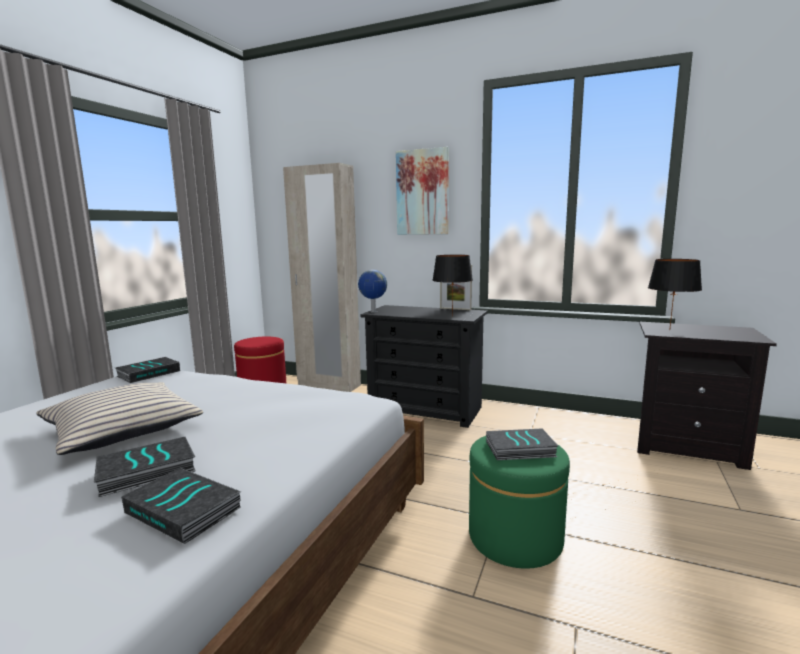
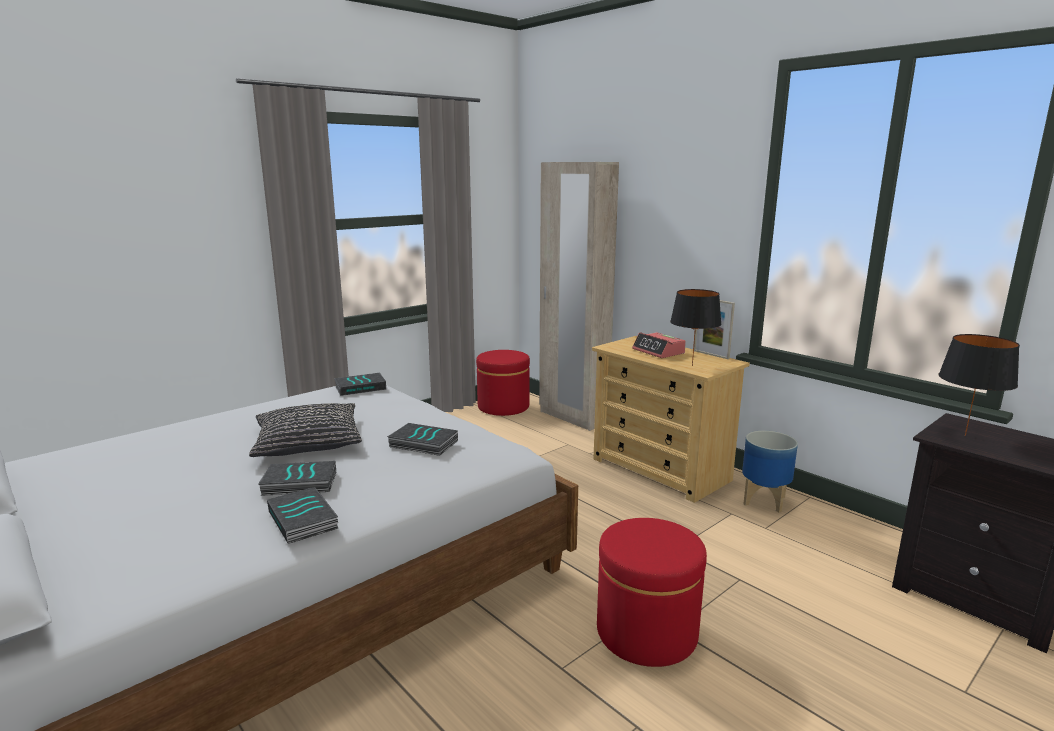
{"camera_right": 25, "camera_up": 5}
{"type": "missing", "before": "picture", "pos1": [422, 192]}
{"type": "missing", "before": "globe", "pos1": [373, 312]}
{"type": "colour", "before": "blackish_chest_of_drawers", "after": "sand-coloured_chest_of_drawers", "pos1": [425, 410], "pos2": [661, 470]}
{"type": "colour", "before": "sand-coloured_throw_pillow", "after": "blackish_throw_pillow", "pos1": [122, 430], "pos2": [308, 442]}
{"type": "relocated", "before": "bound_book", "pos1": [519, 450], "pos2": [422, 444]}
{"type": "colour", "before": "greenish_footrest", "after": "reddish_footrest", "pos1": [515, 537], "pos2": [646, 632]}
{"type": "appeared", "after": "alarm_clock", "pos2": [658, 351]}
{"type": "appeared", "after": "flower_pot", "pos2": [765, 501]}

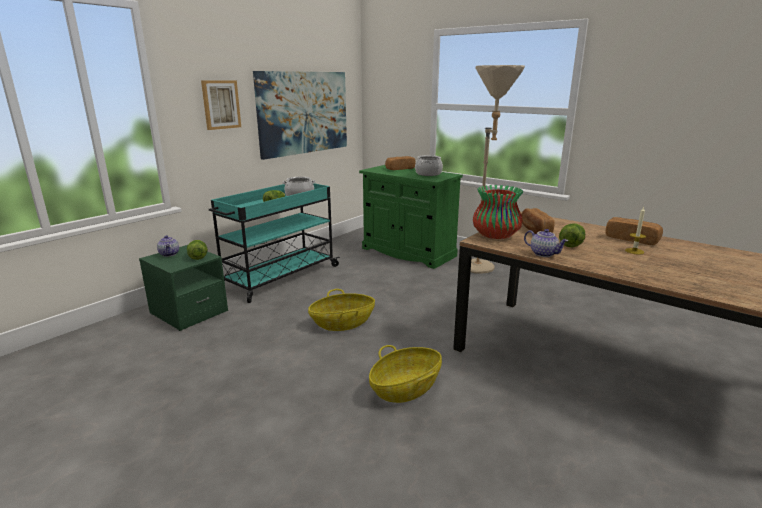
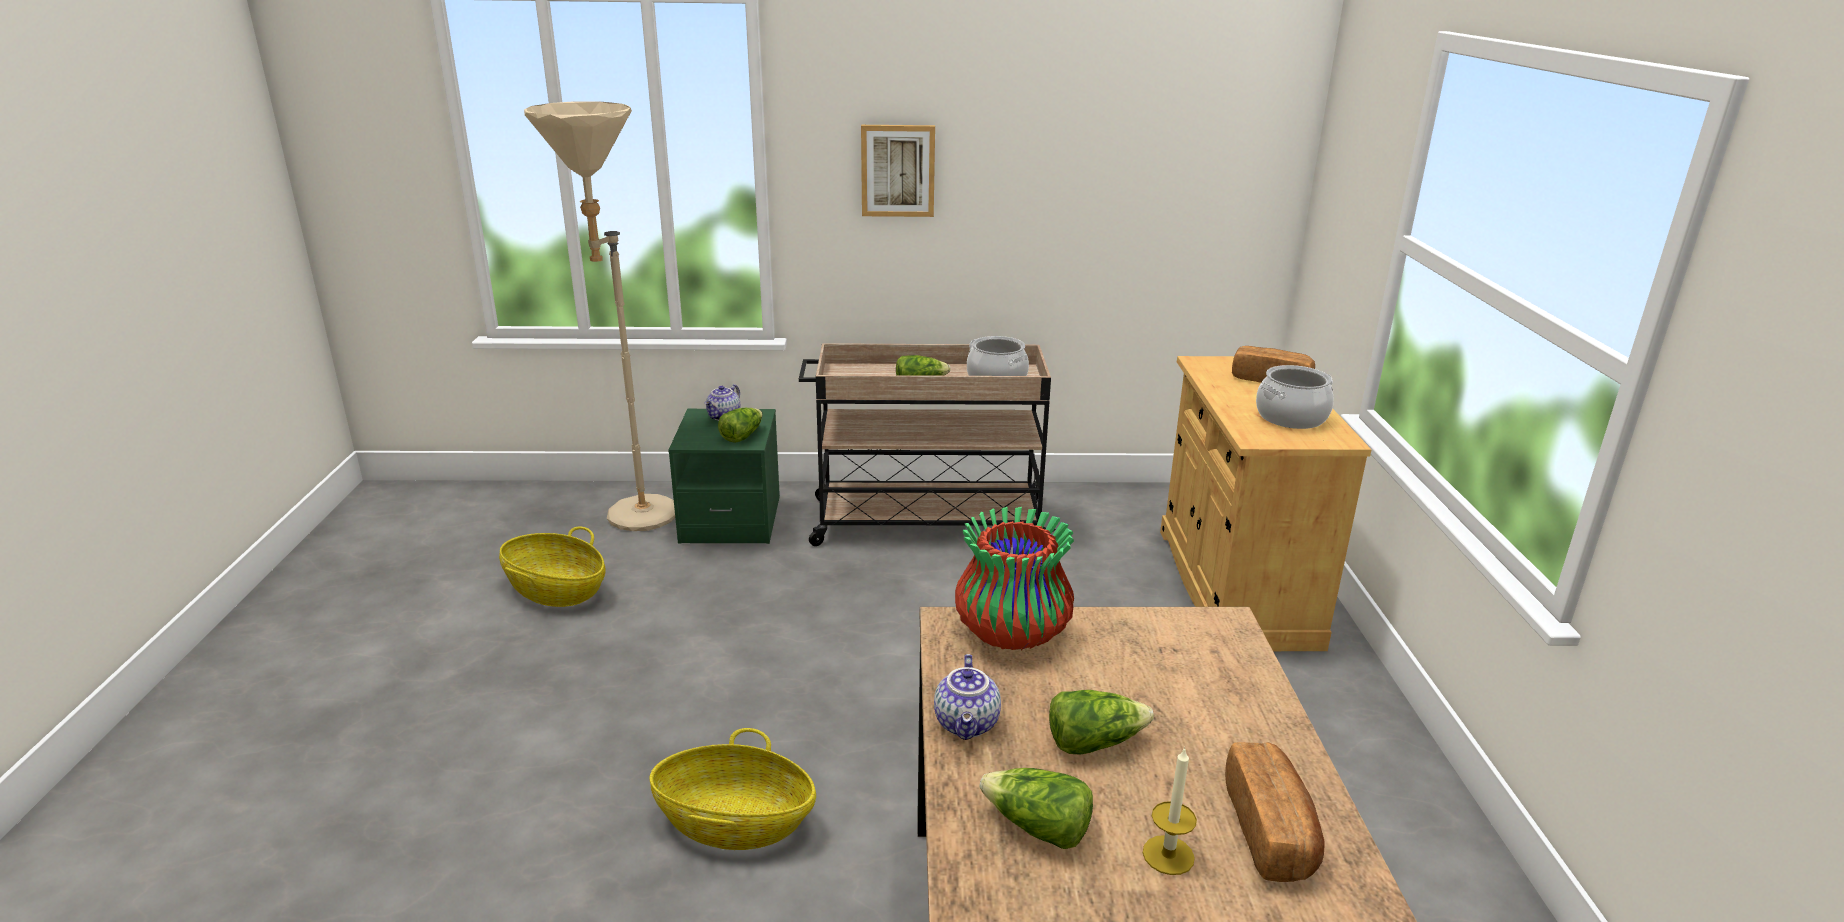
{"camera_right": 50, "camera_up": 5}
{"type": "relocated", "before": "sand-coloured_standard_lamp", "pos1": [481, 270], "pos2": [632, 521]}
{"type": "missing", "before": "picture", "pos1": [304, 113]}
{"type": "colour", "before": "greenish_cabinet", "after": "sand-coloured_cabinet", "pos1": [408, 252], "pos2": [1235, 586]}
{"type": "colour", "before": "blue-green_wheeled_cart", "after": "sand-coloured_wheeled_cart", "pos1": [279, 277], "pos2": [925, 522]}
{"type": "missing", "before": "bakery_bread", "pos1": [534, 230]}
{"type": "relocated", "before": "basket", "pos1": [342, 323], "pos2": [556, 590]}
{"type": "appeared", "after": "head_of_lettuce", "pos2": [1037, 828]}

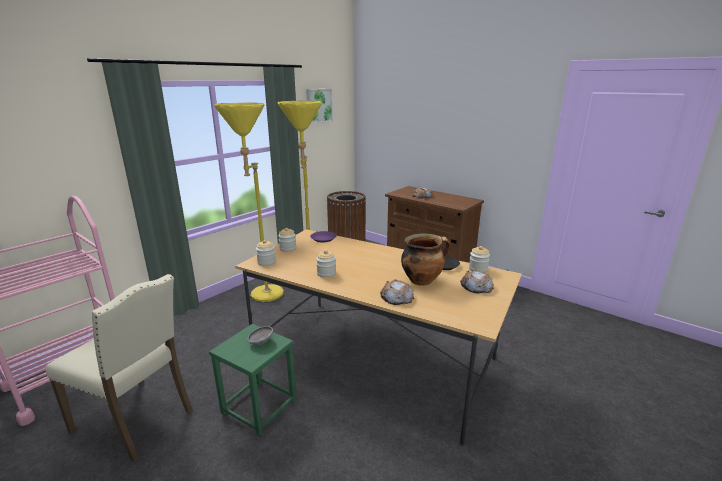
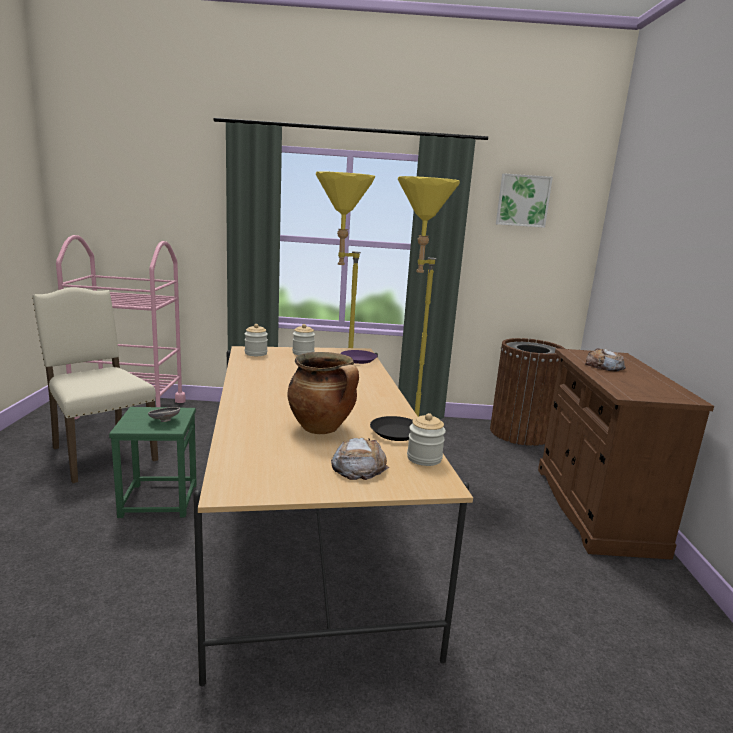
{"camera_right": 50, "camera_up": -5}
{"type": "missing", "before": "storage_jar", "pos1": [326, 273]}
{"type": "spun", "before": "sand-coloured_plain_chair", "pos1": [137, 419], "pos2": [100, 453], "turn": 150}
{"type": "missing", "before": "bakery_bread", "pos1": [396, 297]}

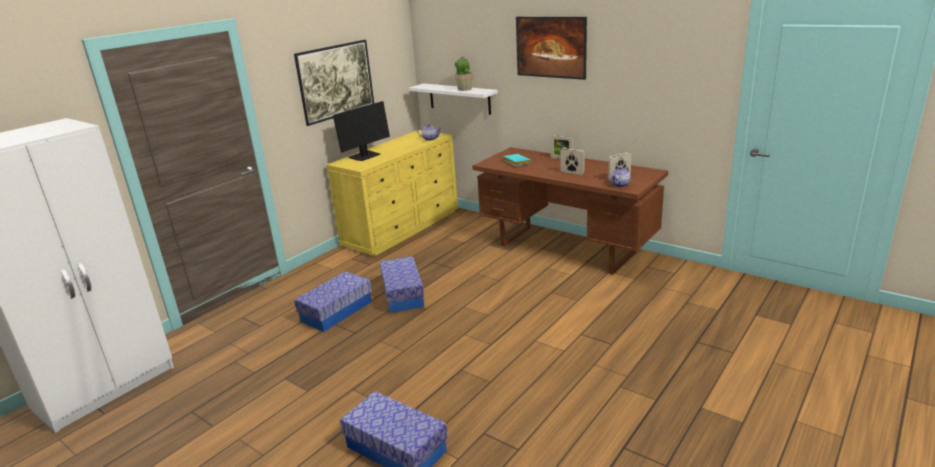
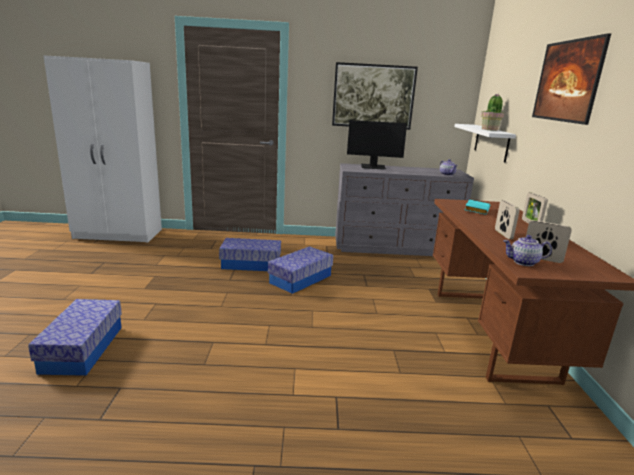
{"camera_right": 50, "camera_up": -5}
{"type": "colour", "before": "yellowish_chest_of_drawers", "after": "greyish_chest_of_drawers", "pos1": [402, 228], "pos2": [395, 247]}

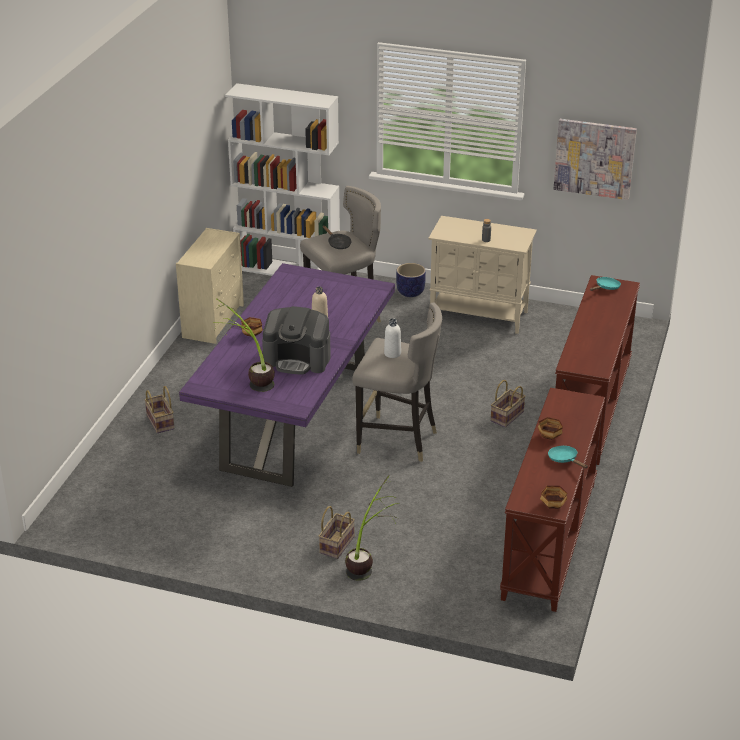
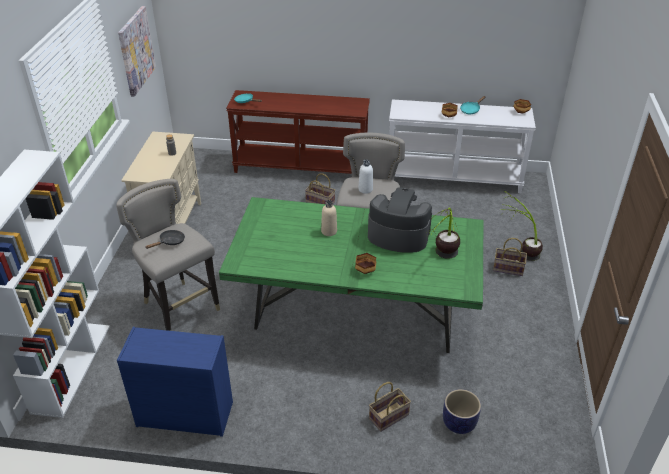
{"camera_right": -100, "camera_up": 5}
{"type": "colour", "before": "sand-coloured_chest_of_drawers", "after": "bluish_chest_of_drawers", "pos1": [213, 321], "pos2": [183, 414]}
{"type": "colour", "before": "purplish_dinner_table", "after": "greenish_dinner_table", "pos1": [295, 418], "pos2": [354, 316]}
{"type": "relocated", "before": "flower_pot", "pos1": [410, 292], "pos2": [459, 423]}
{"type": "spun", "before": "coffee_brewer", "pos1": [297, 359], "pos2": [398, 235], "turn": -75}
{"type": "colour", "before": "brown_console_table", "after": "white-coloured_console_table", "pos1": [550, 540], "pos2": [453, 177]}

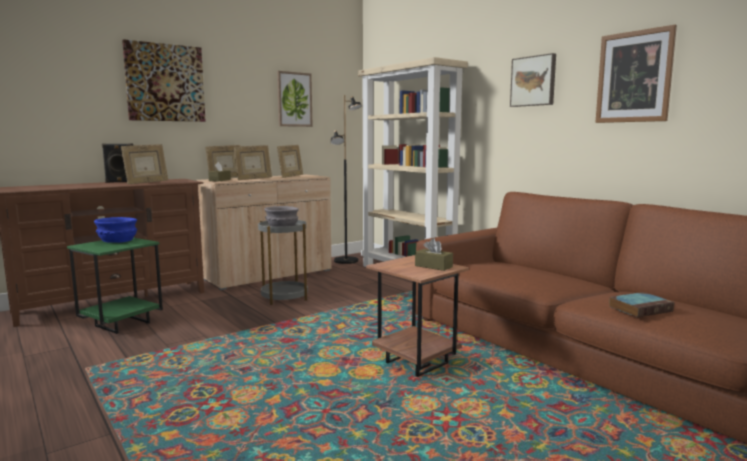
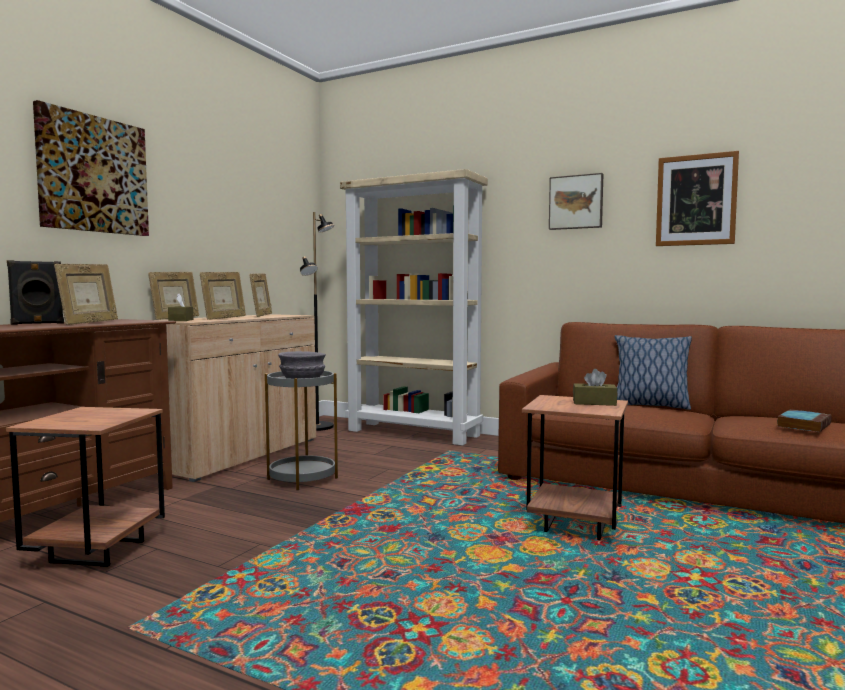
{"camera_right": -25, "camera_up": -5}
{"type": "missing", "before": "picture", "pos1": [294, 99]}
{"type": "missing", "before": "bluish_deep_dish", "pos1": [117, 240]}
{"type": "colour", "before": "greenish_side_table", "after": "brown_side_table", "pos1": [121, 324], "pos2": [95, 552]}
{"type": "appeared", "after": "throw_pillow", "pos2": [650, 406]}

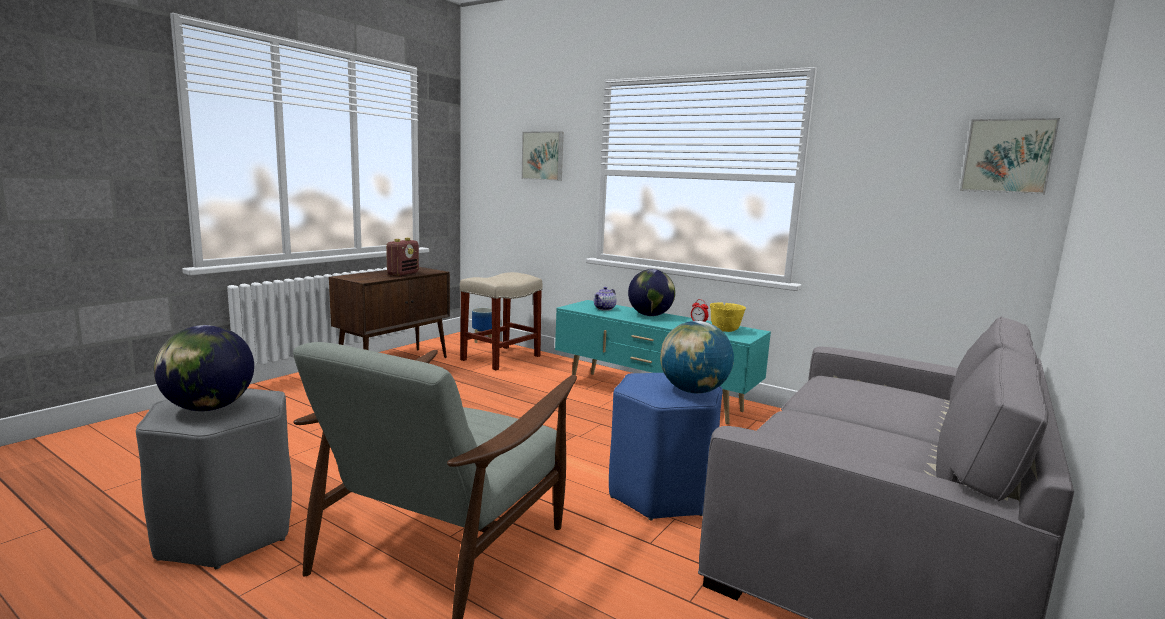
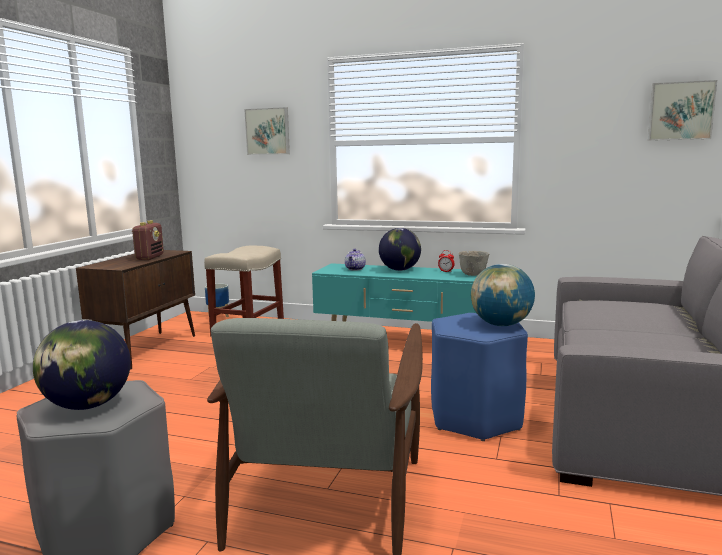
{"camera_right": -15, "camera_up": 0}
{"type": "colour", "before": "yellowish_deep_dish", "after": "greyish_deep_dish", "pos1": [725, 330], "pos2": [473, 274]}

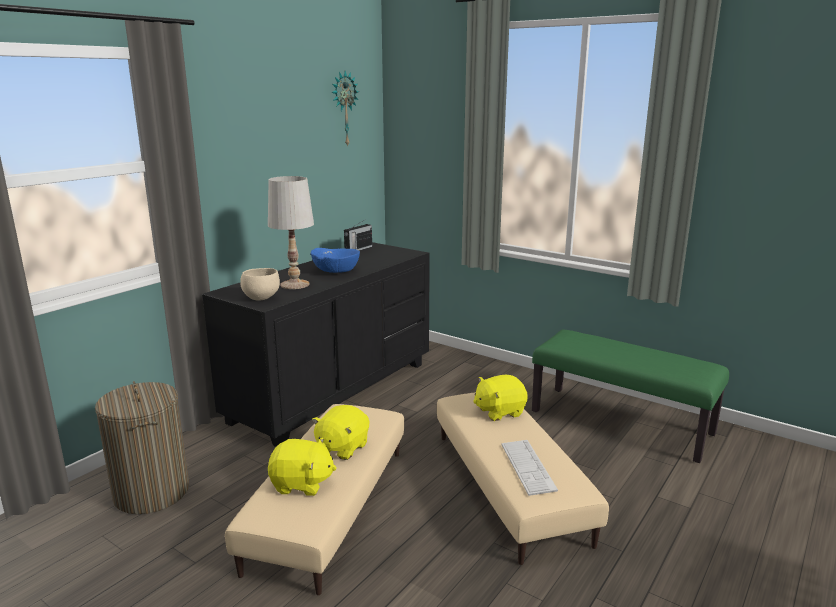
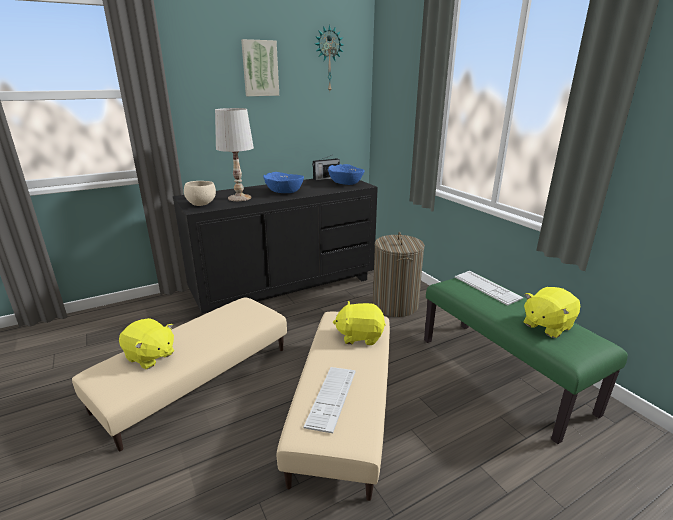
{"camera_right": 25, "camera_up": 5}
{"type": "relocated", "before": "washing_basket", "pos1": [152, 492], "pos2": [395, 305]}
{"type": "relocated", "before": "yellowish_soft_toy", "pos1": [342, 447], "pos2": [546, 325]}
{"type": "appeared", "after": "picture", "pos2": [260, 68]}
{"type": "appeared", "after": "bluish_deep_dish", "pos2": [346, 183]}
{"type": "appeared", "after": "keyboard", "pos2": [486, 288]}

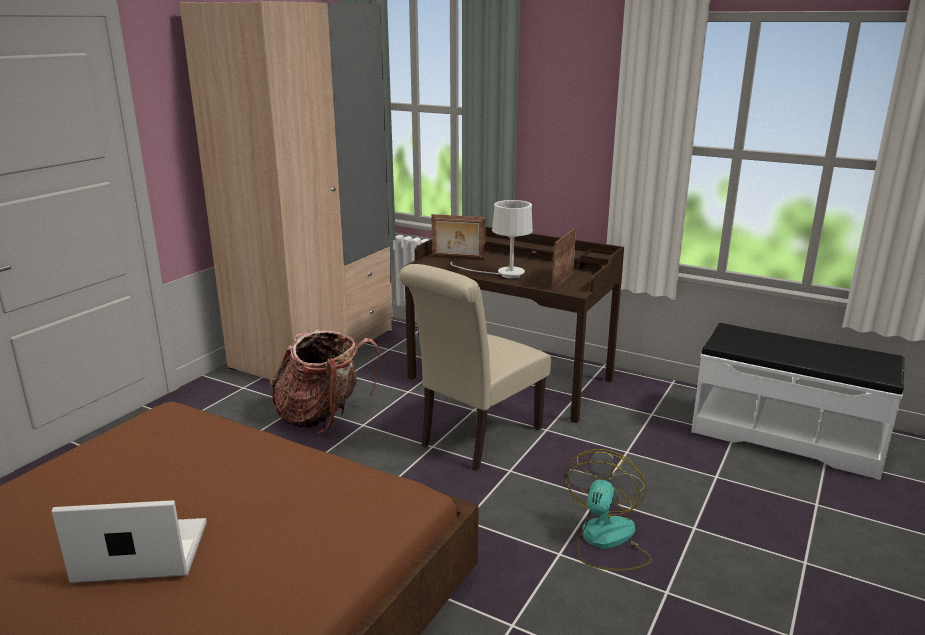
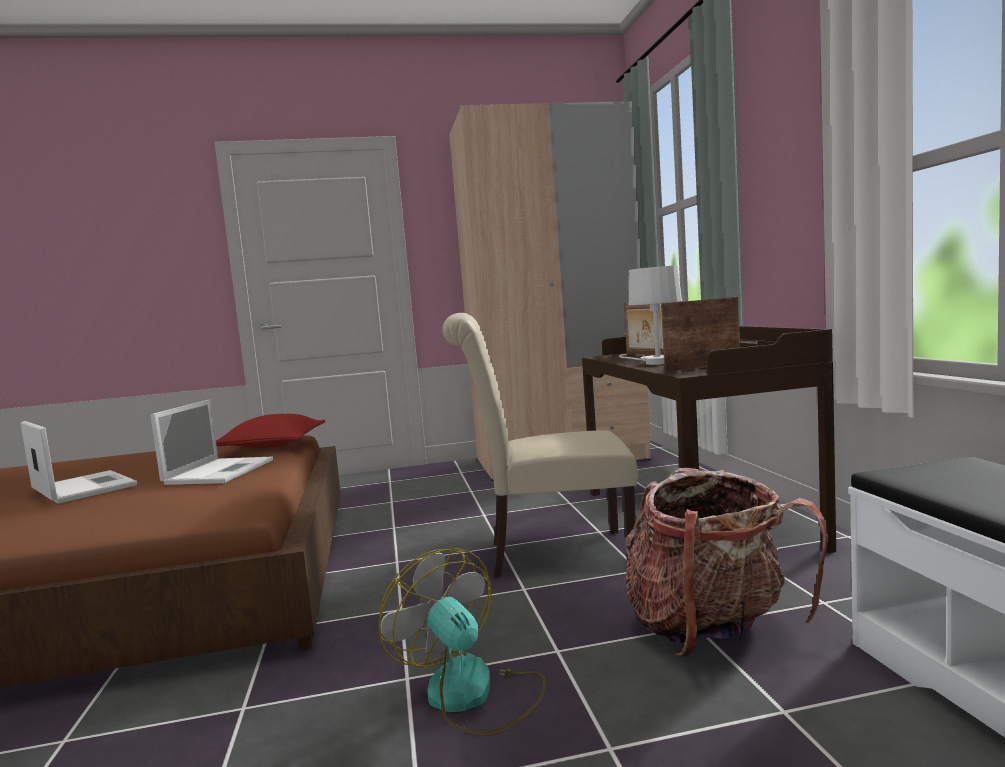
{"camera_right": 50, "camera_up": -15}
{"type": "relocated", "before": "backpack", "pos1": [323, 416], "pos2": [710, 631]}
{"type": "spun", "before": "fan", "pos1": [605, 541], "pos2": [472, 695], "turn": -105}
{"type": "appeared", "after": "portable_computer", "pos2": [220, 471]}
{"type": "appeared", "after": "reddish_throw_pillow", "pos2": [273, 445]}

